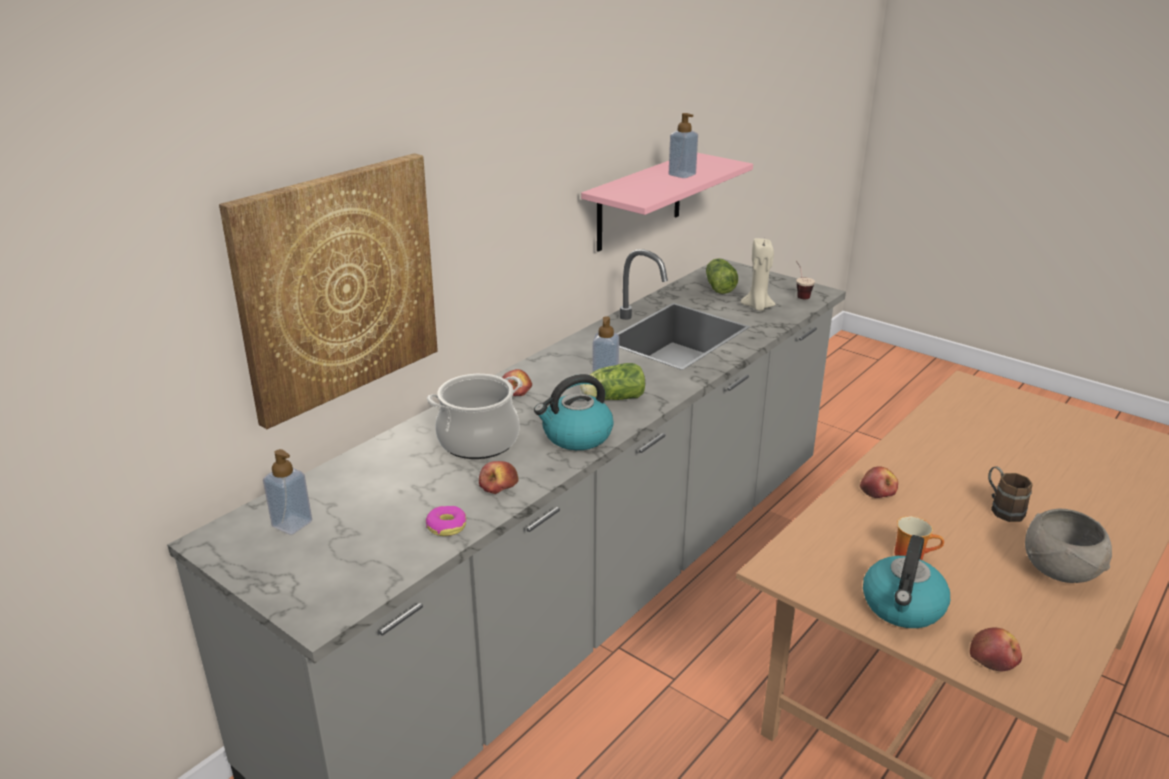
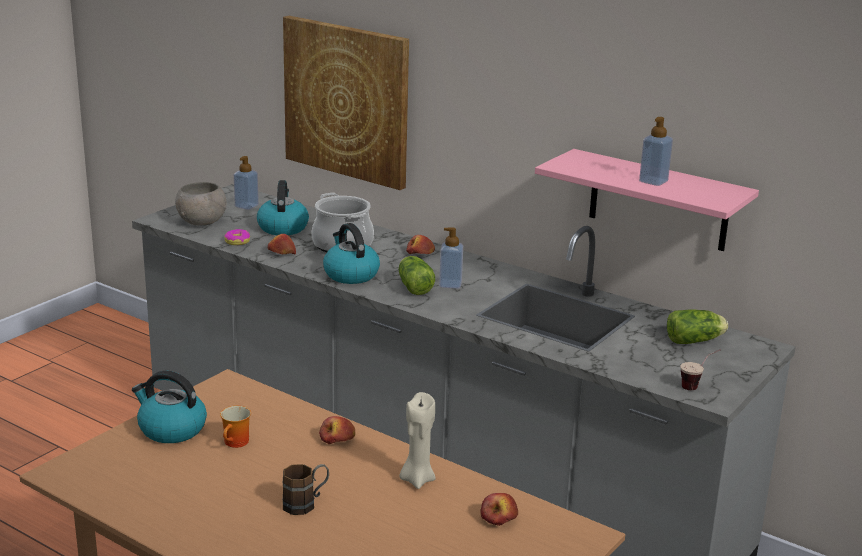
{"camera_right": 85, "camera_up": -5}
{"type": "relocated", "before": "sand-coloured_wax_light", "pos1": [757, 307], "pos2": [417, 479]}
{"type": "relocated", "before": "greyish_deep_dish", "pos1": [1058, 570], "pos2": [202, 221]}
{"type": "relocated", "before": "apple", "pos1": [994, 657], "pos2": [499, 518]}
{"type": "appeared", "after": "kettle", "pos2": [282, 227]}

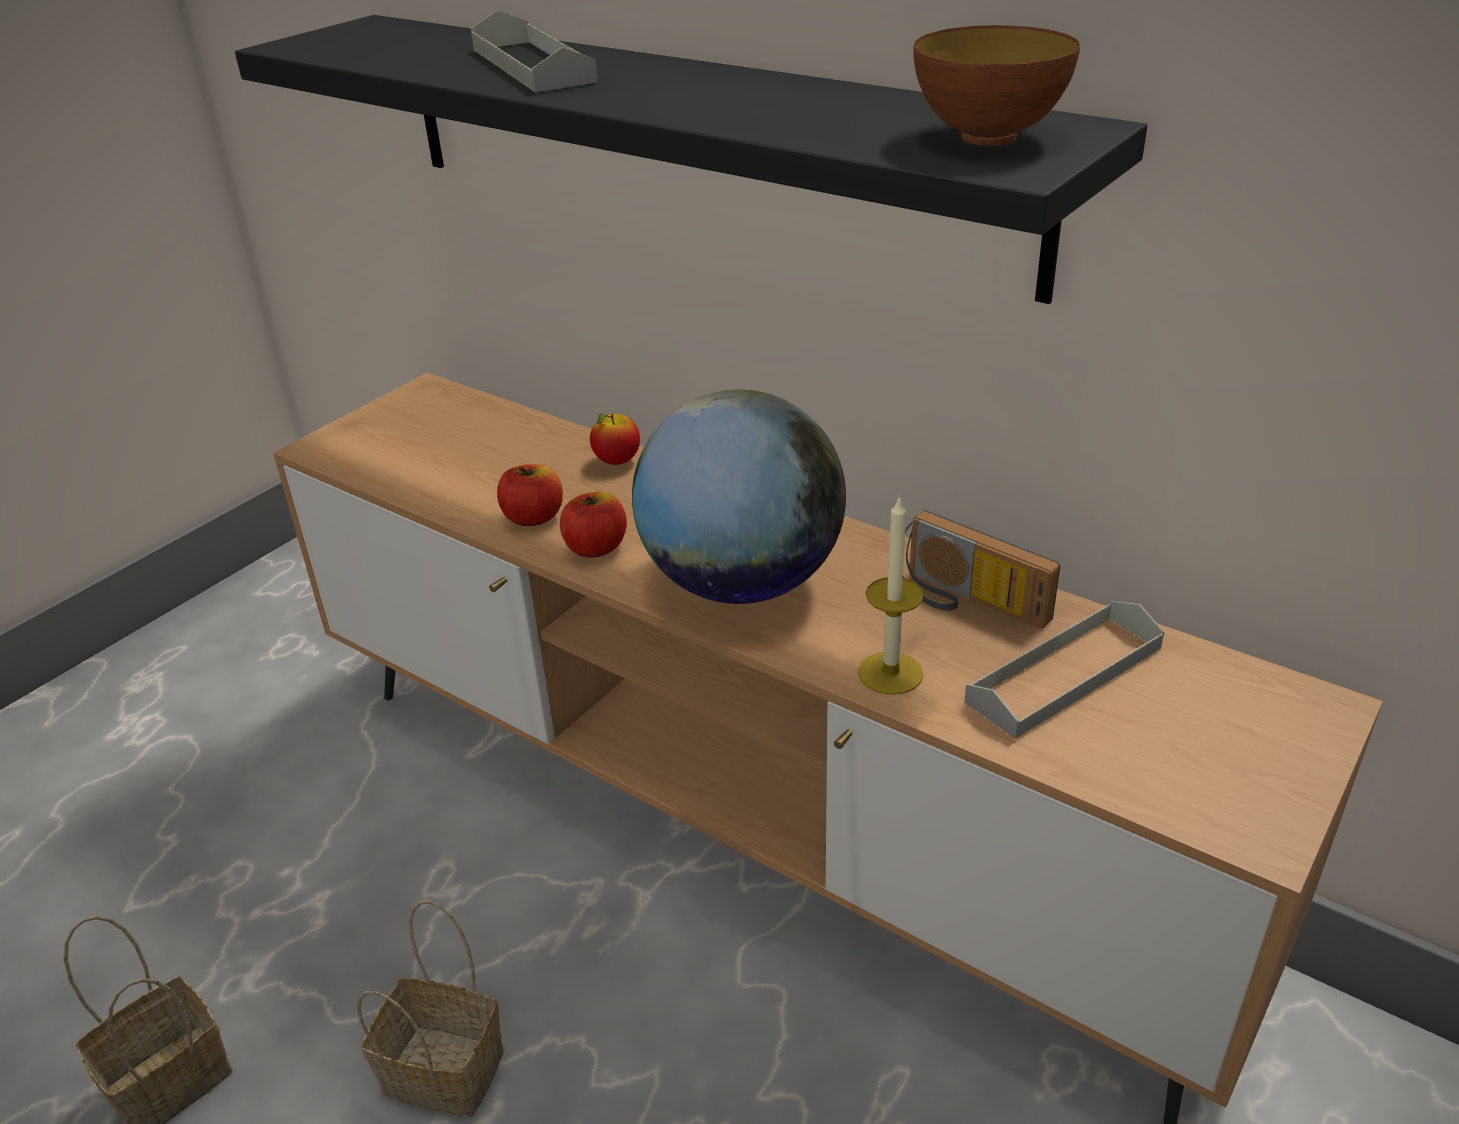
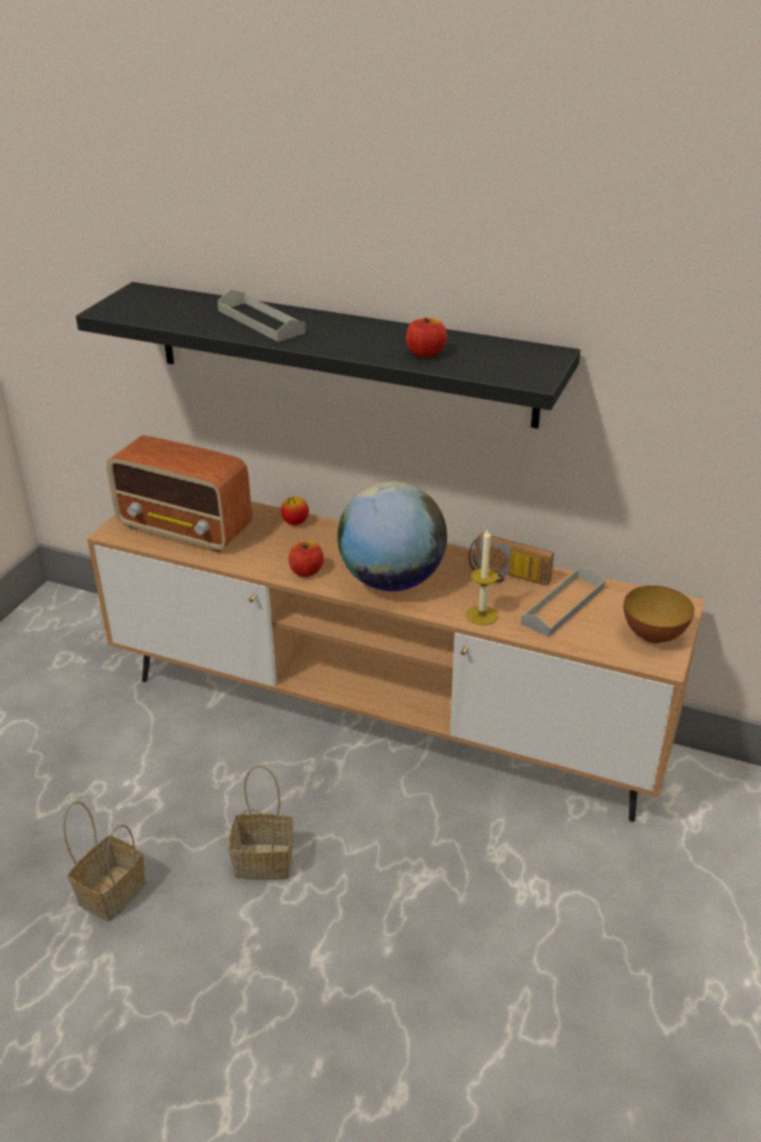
{"camera_right": -15, "camera_up": 0}
{"type": "relocated", "before": "deep_dish", "pos1": [988, 137], "pos2": [653, 636]}
{"type": "relocated", "before": "apple", "pos1": [533, 517], "pos2": [425, 353]}
{"type": "appeared", "after": "radio_receiver", "pos2": [186, 529]}

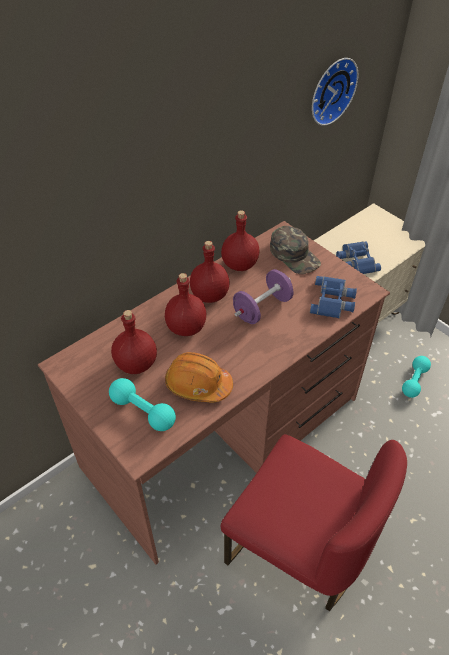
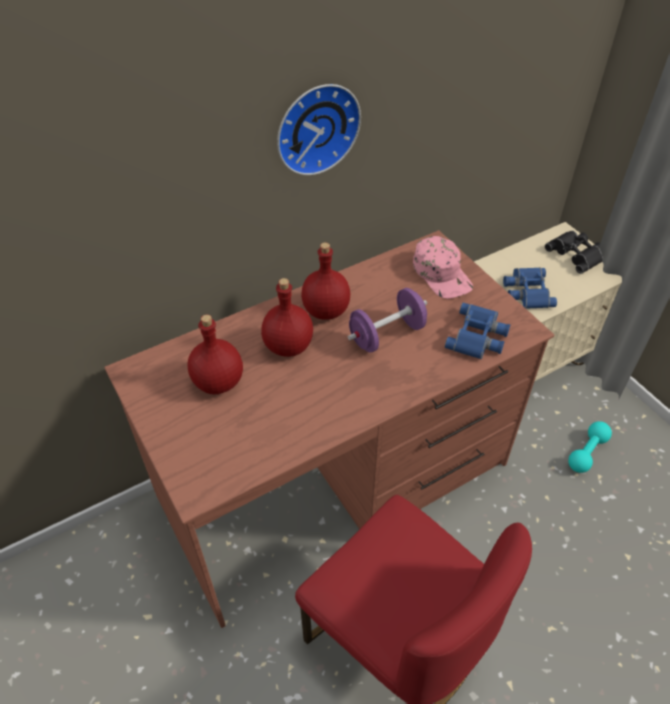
{"camera_right": 10, "camera_up": 0}
{"type": "relocated", "before": "clock_on_the_wall", "pos1": [330, 90], "pos2": [315, 127]}
{"type": "missing", "before": "reddish_beverage_bottle", "pos1": [239, 264]}
{"type": "colour", "before": "greenish_peaked_cap", "after": "pink-coloured_peaked_cap", "pos1": [294, 255], "pos2": [442, 274]}
{"type": "missing", "before": "orange-coloured_work_helmet", "pos1": [198, 384]}
{"type": "missing", "before": "blue-green_free_weight", "pos1": [143, 411]}
{"type": "appeared", "after": "blackish_field_glasses", "pos2": [576, 254]}

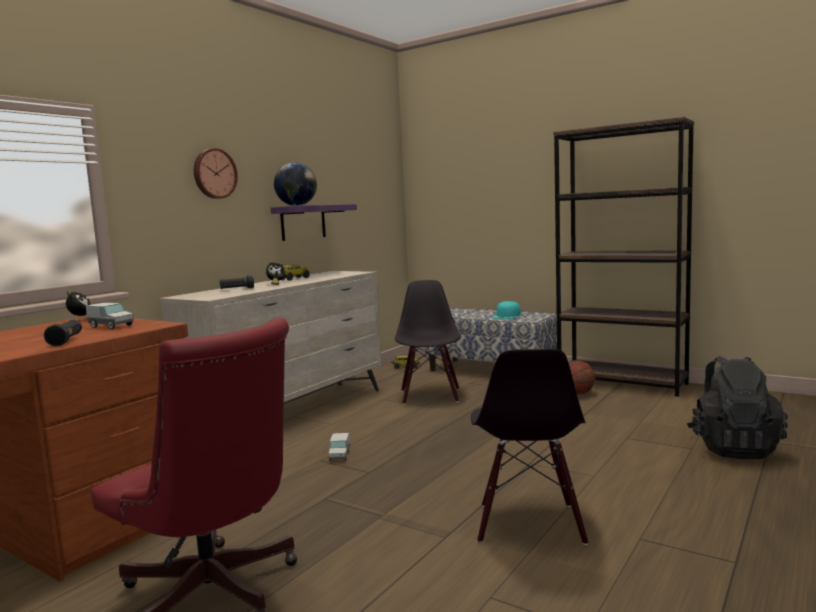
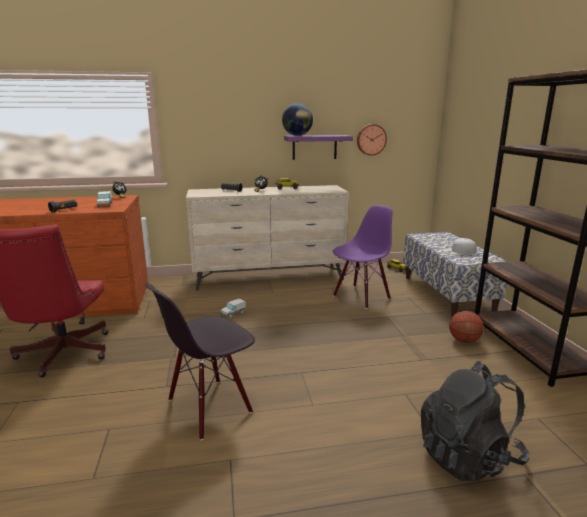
{"camera_right": 45, "camera_up": 10}
{"type": "relocated", "before": "clock_on_the_wall", "pos1": [214, 173], "pos2": [371, 139]}
{"type": "colour", "before": "blackish_plain_chair", "after": "purplish_plain_chair", "pos1": [430, 396], "pos2": [361, 297]}
{"type": "colour", "before": "blue-green_peaked_cap", "after": "white-coloured_peaked_cap", "pos1": [506, 316], "pos2": [459, 251]}

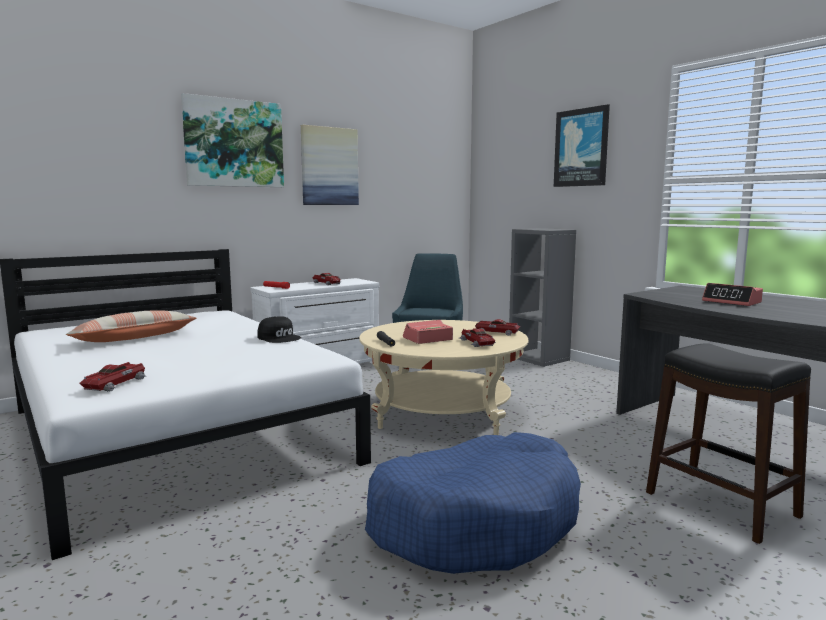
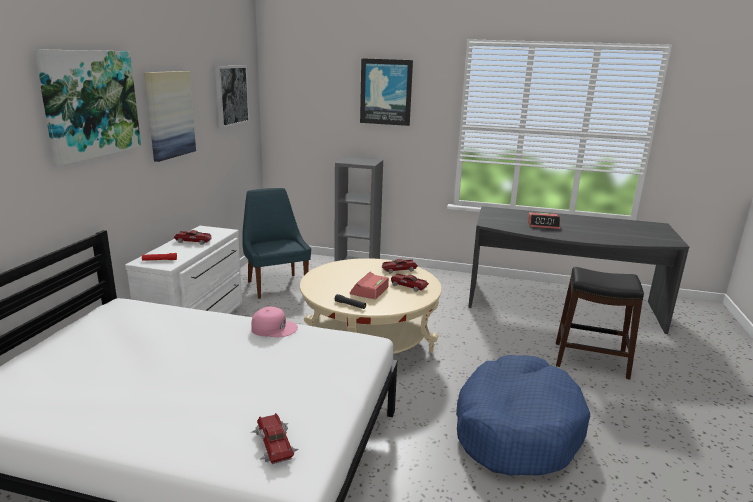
{"camera_right": -40, "camera_up": 10}
{"type": "missing", "before": "throw_pillow", "pos1": [134, 339]}
{"type": "colour", "before": "blackish_peaked_cap", "after": "pink-coloured_peaked_cap", "pos1": [279, 337], "pos2": [274, 328]}
{"type": "appeared", "after": "picture", "pos2": [231, 95]}

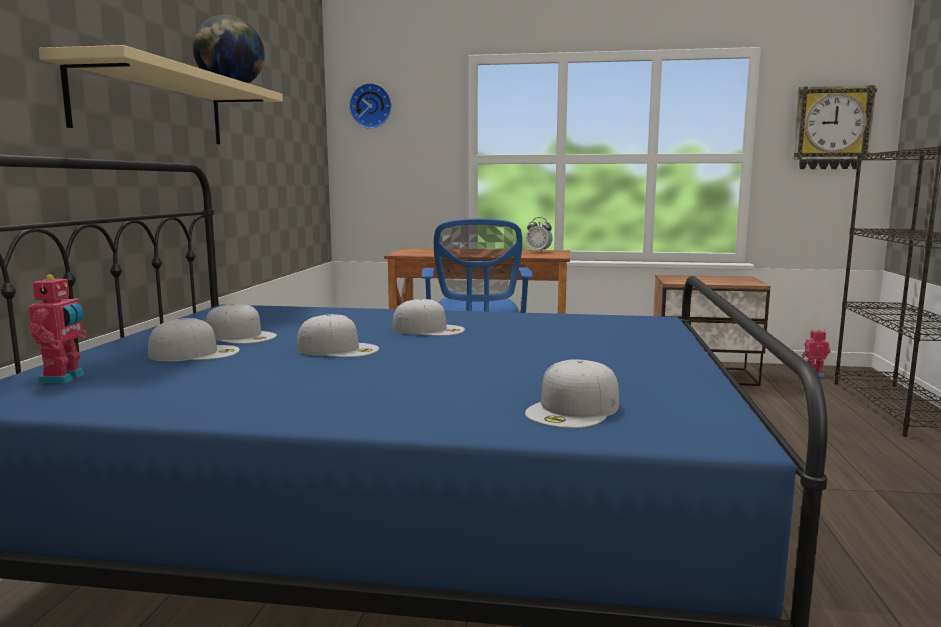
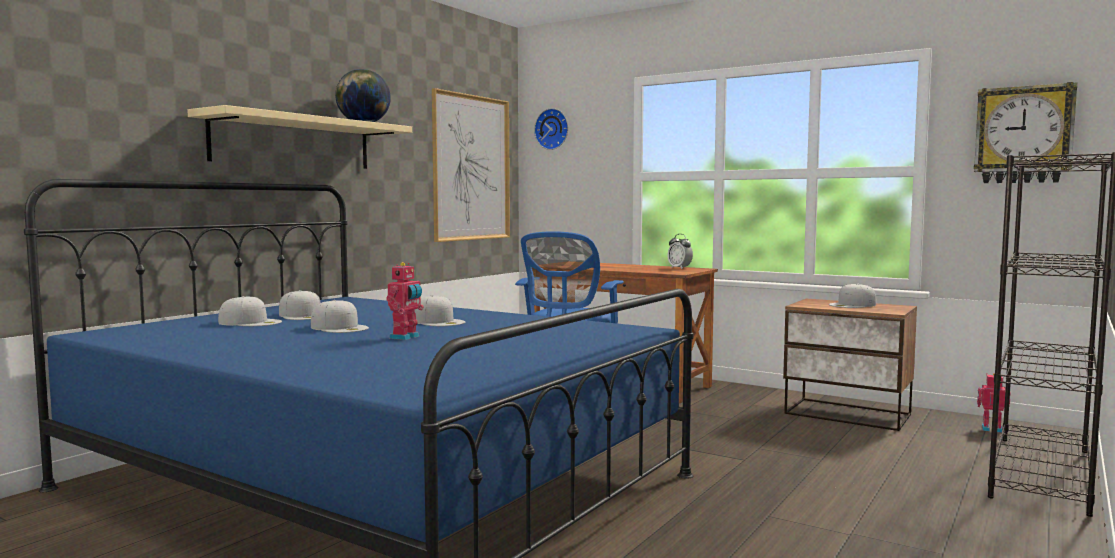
{"camera_right": 25, "camera_up": -5}
{"type": "relocated", "before": "model_robot", "pos1": [64, 378], "pos2": [406, 337]}
{"type": "relocated", "before": "white-coloured_peaked_cap", "pos1": [574, 410], "pos2": [853, 305]}
{"type": "appeared", "after": "picture", "pos2": [471, 168]}

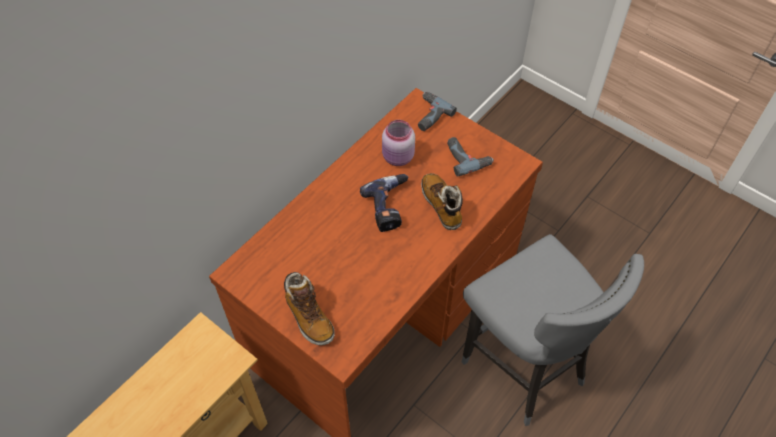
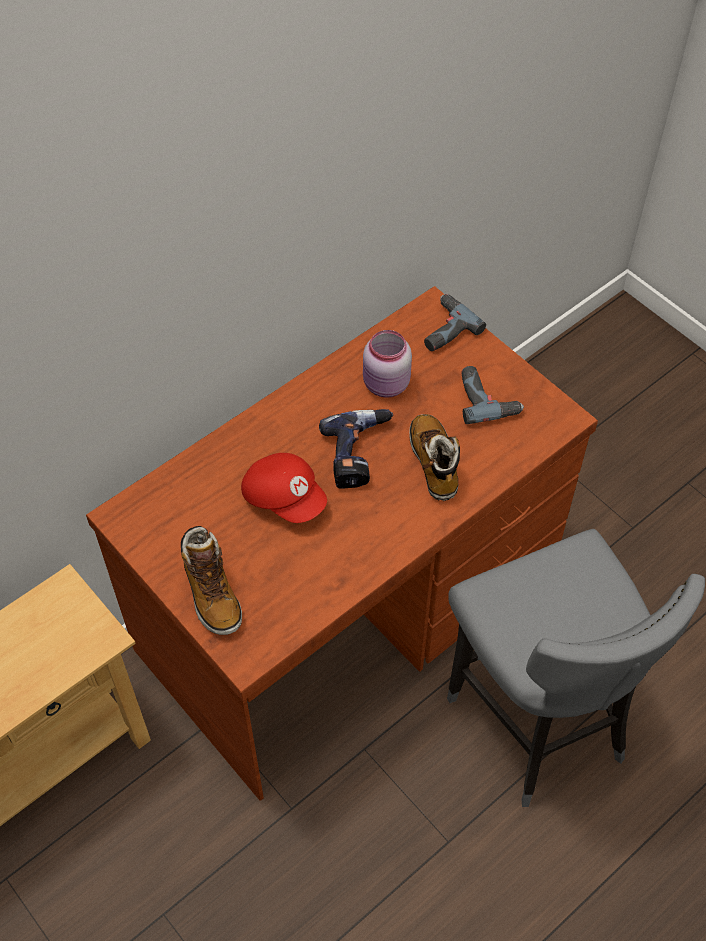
{"camera_right": 10, "camera_up": 0}
{"type": "appeared", "after": "reddish_peaked_cap", "pos2": [285, 497]}

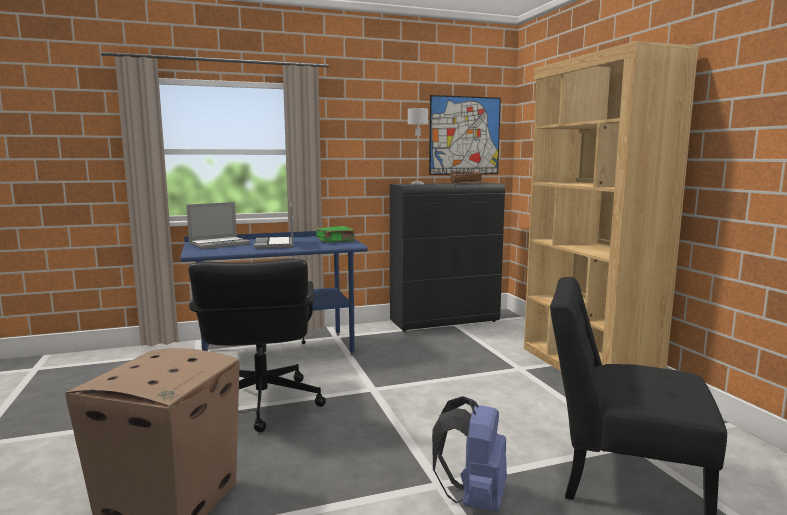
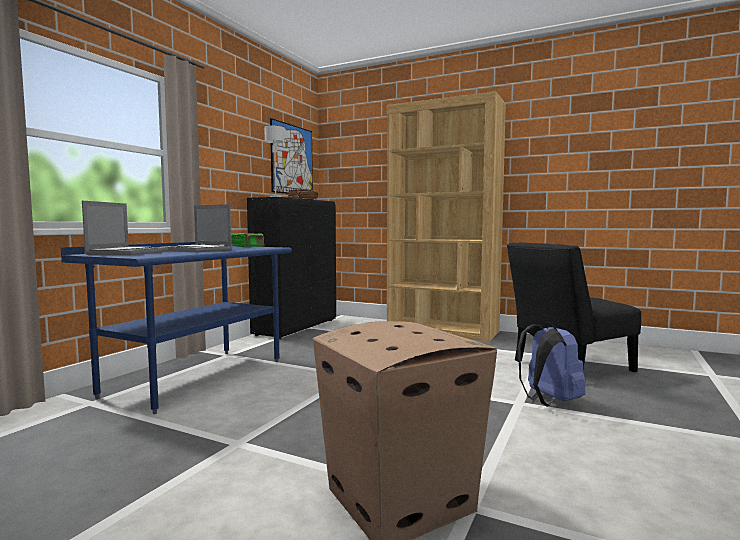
{"camera_right": -45, "camera_up": -5}
{"type": "missing", "before": "blackish_desk_chair", "pos1": [261, 404]}

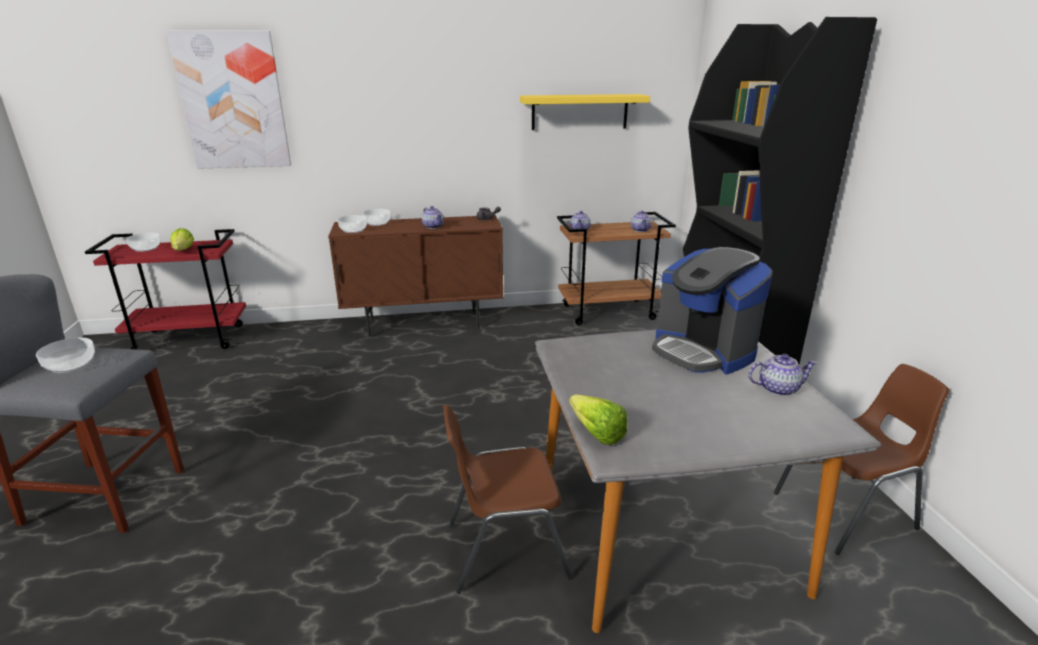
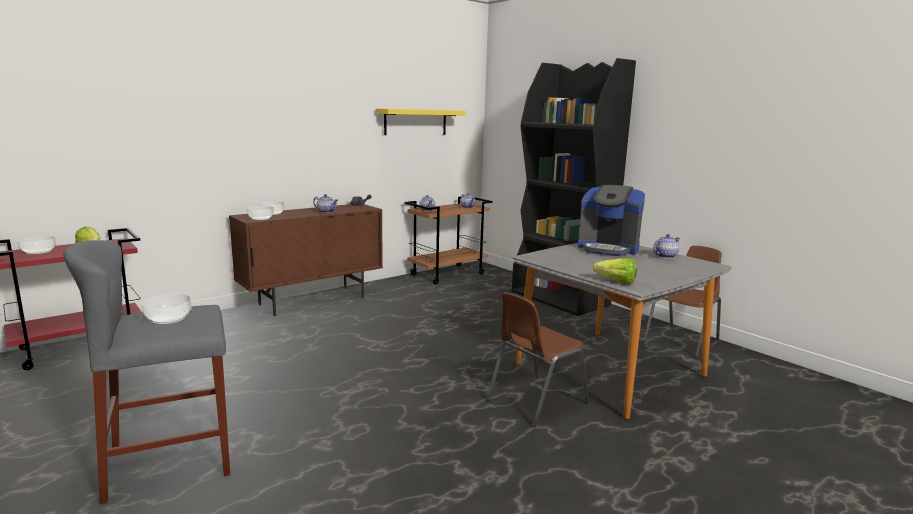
{"camera_right": -30, "camera_up": -10}
{"type": "missing", "before": "picture", "pos1": [233, 101]}

